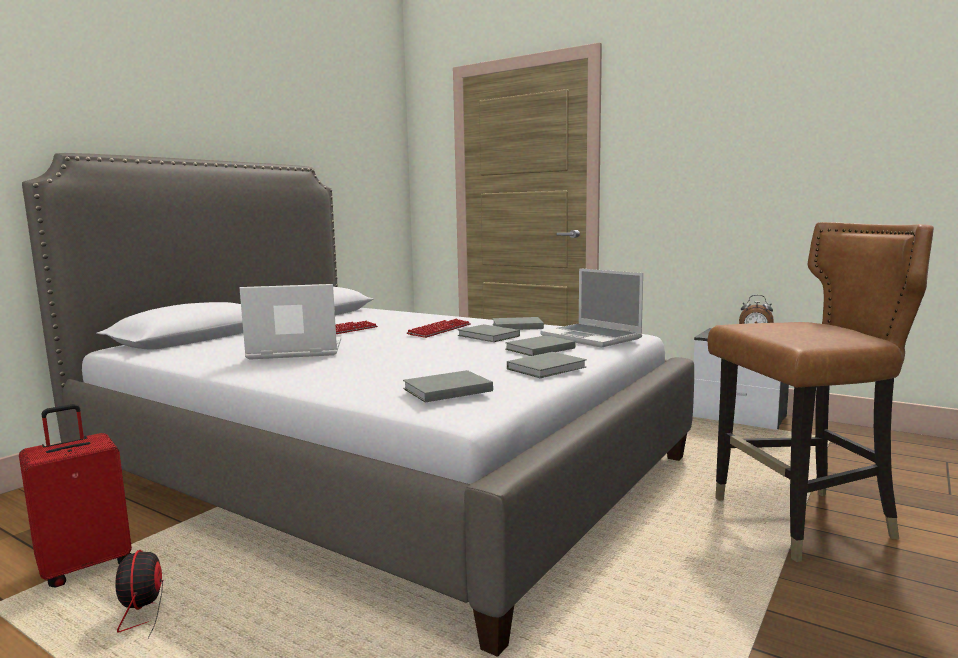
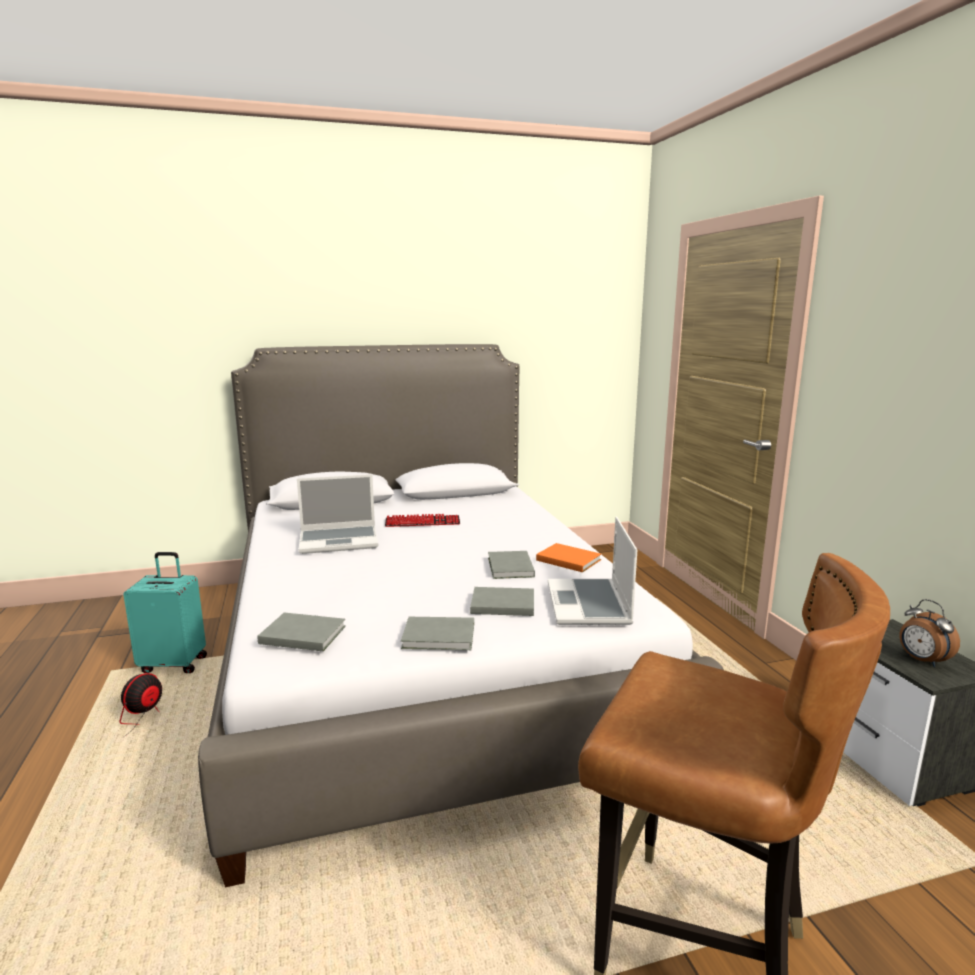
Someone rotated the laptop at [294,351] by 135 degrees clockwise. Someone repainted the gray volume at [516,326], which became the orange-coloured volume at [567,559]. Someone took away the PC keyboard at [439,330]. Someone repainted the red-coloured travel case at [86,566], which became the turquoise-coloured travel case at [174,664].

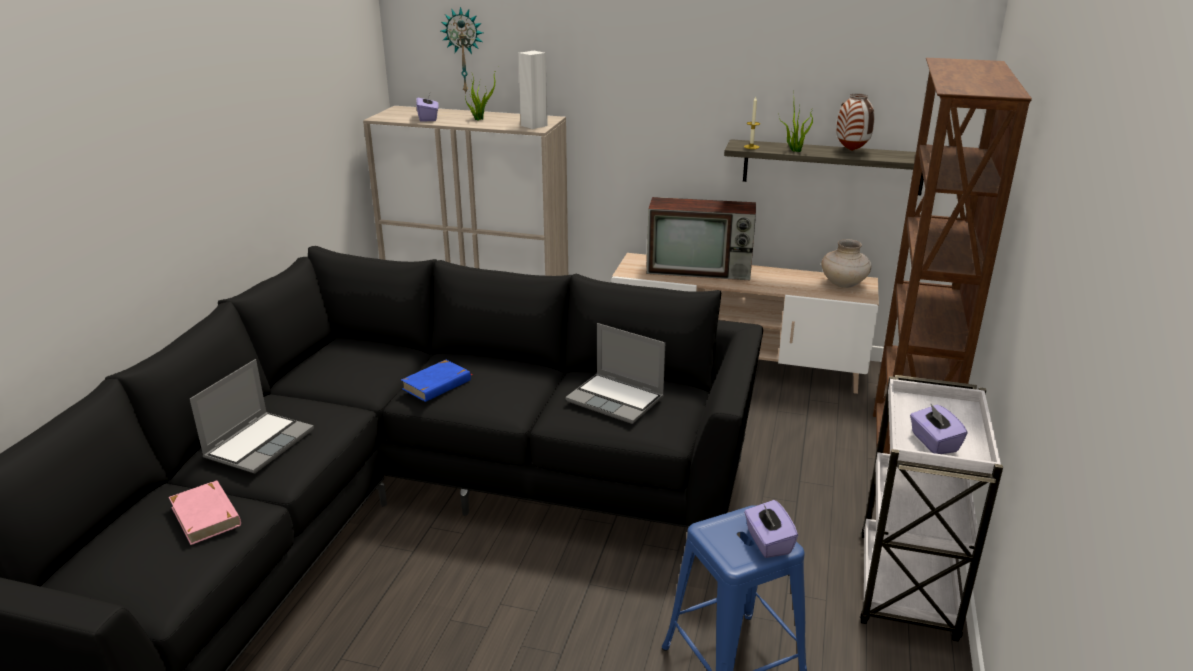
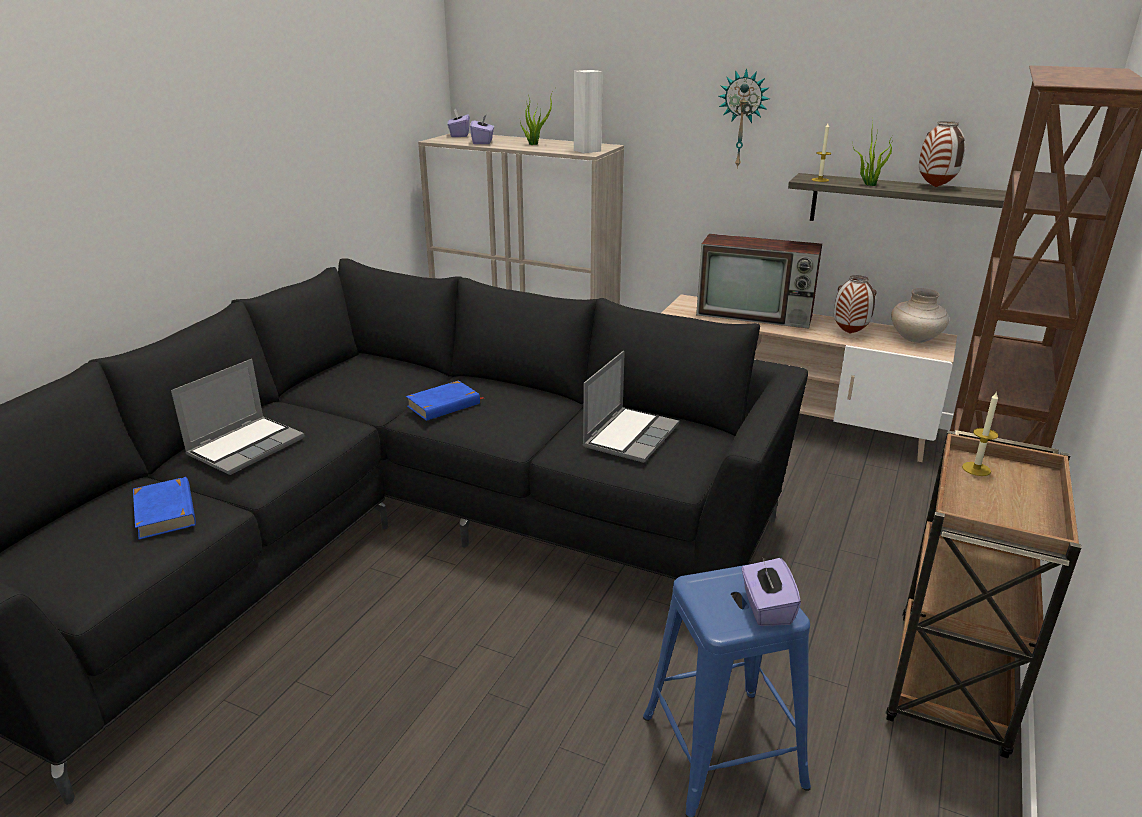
Someone carried the wall clock from [464,50] to [742,119]. Someone rotated the laptop at [616,400] by 105 degrees counterclockwise. Someone repainted the white-coloured trolley at [906,588], which became the brownish trolley at [949,685]. Someone carried the purple tissue holder from [933,443] to [459,135]. Someone repainted the pink volume at [206,516], which became the blue volume at [166,512]. Someone put down the flower vase at [849,333]. Someone put down the wax candle at [976,469].

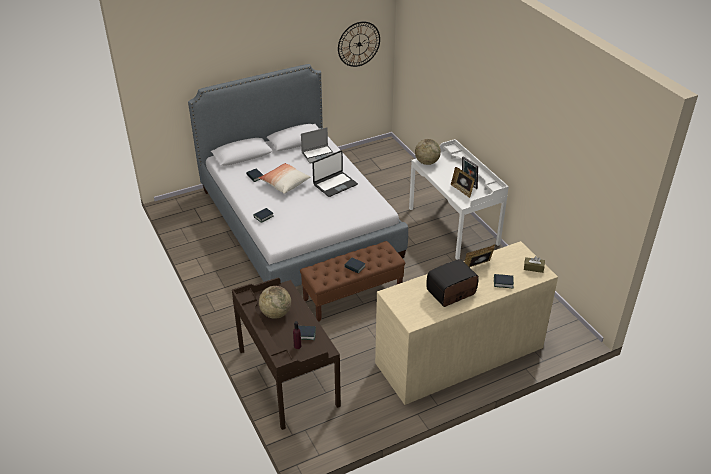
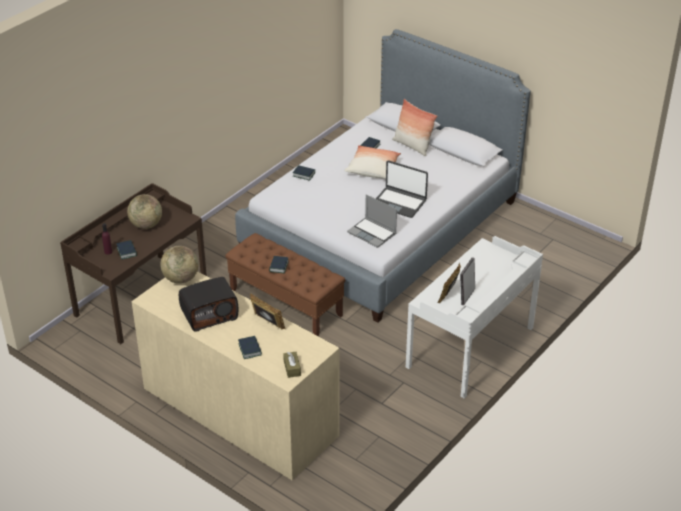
Someone took away the wall clock at [359,44]. Someone carried the laptop from [319,154] to [372,233]. Someone carried the world globe from [427,162] to [180,278]. Someone rotated the radio set at [451,293] by 120 degrees clockwise. Someone put down the cushion at [412,146].

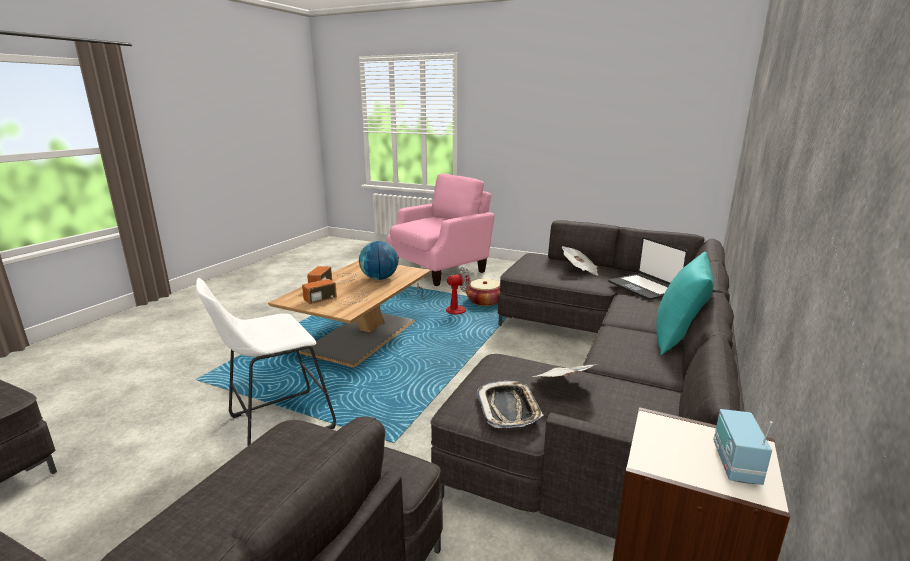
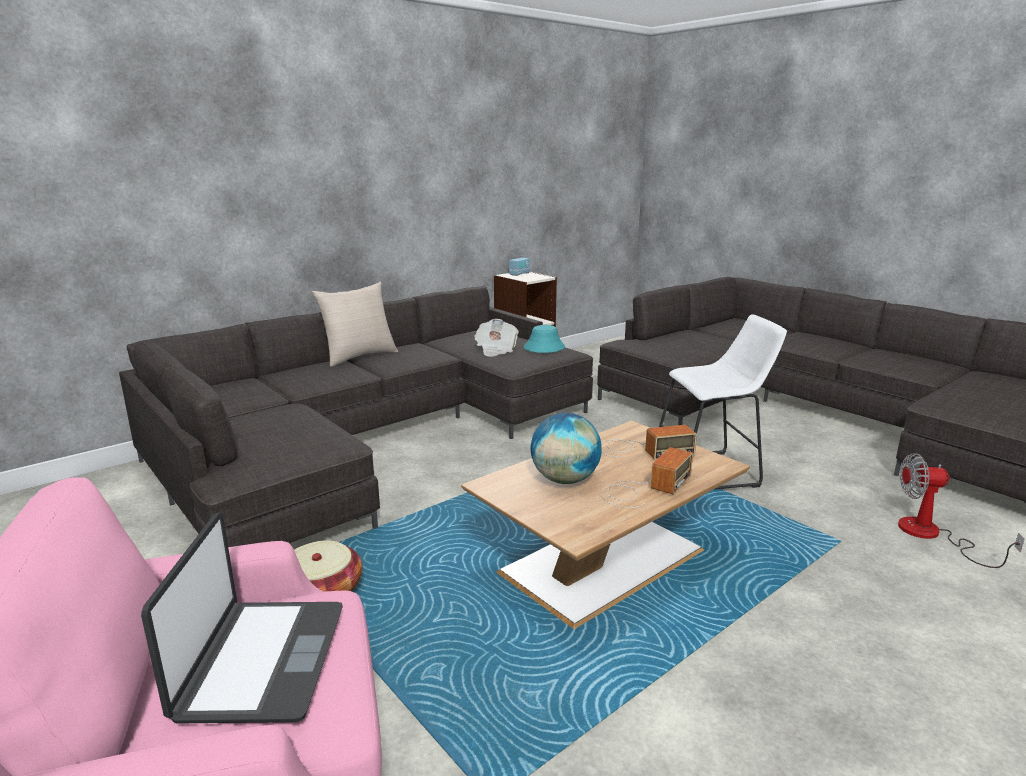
Someone carried the laptop from [644,287] to [261,661]. Someone took away the newspaper at [580,271]. Someone repainted the turquoise-coloured cushion at [677,338], which became the sand-coloured cushion at [359,356]. Someone carried the cooling fan from [449,309] to [932,535]. Someone swapped the carrying tray at [508,408] for the turquoise-coloured wearable hat at [544,347].

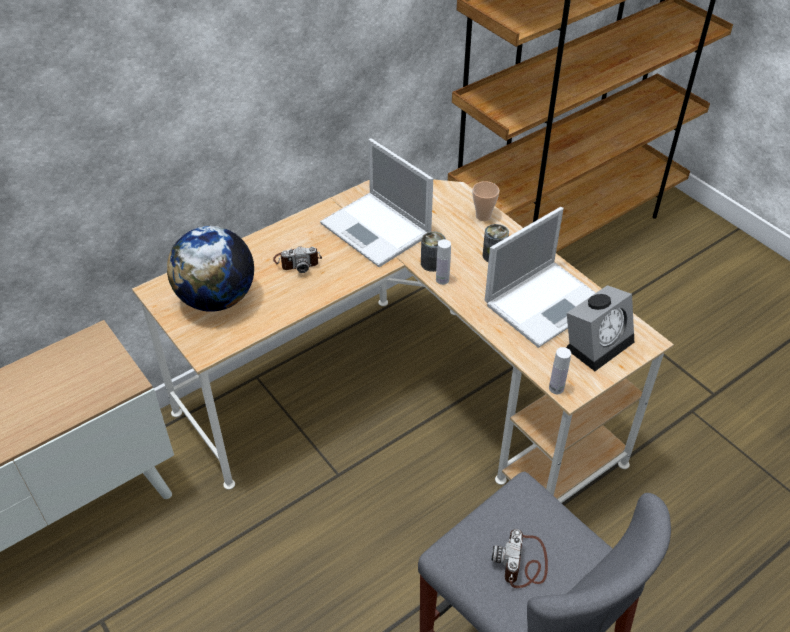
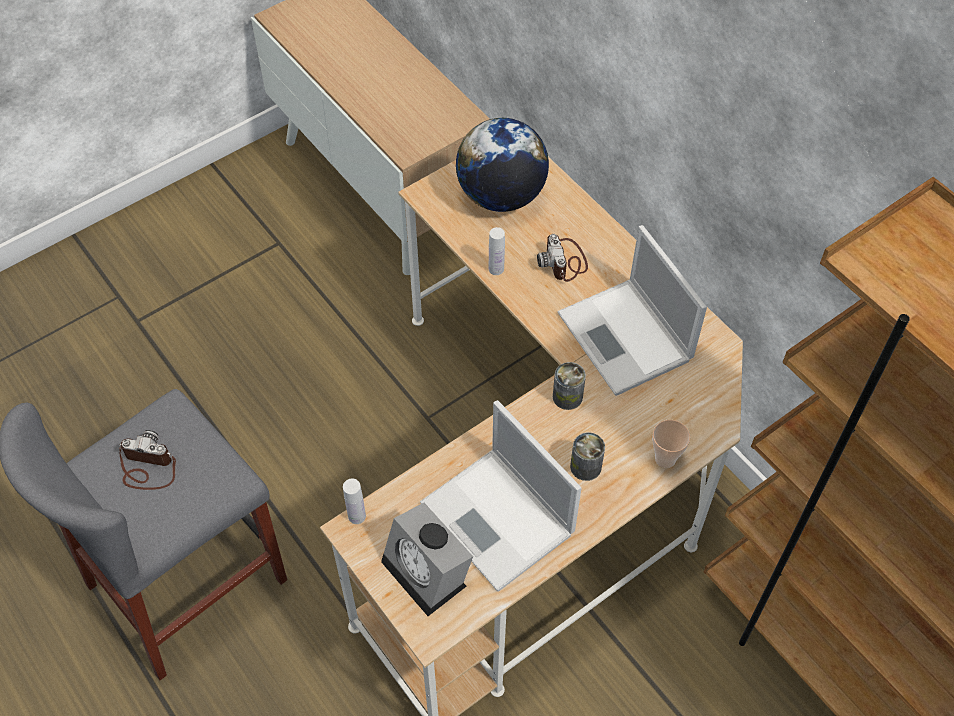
Someone rotated the laptop at [377,230] by 75 degrees counterclockwise. Someone carried the white-coloured bottle from [442,280] to [496,269].

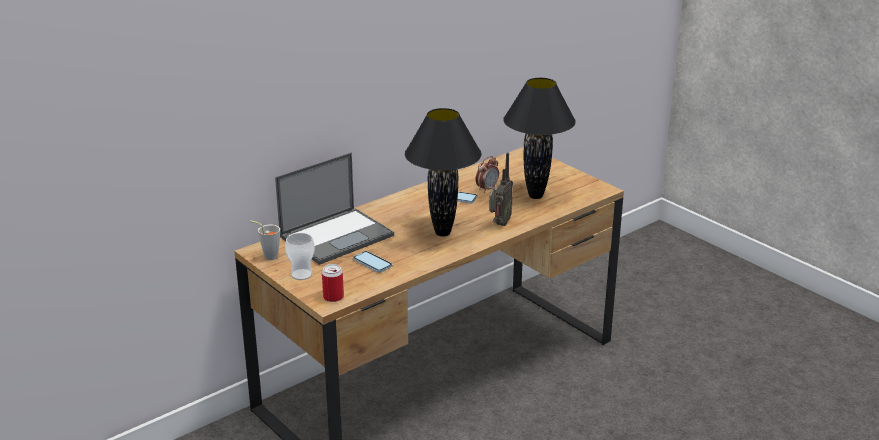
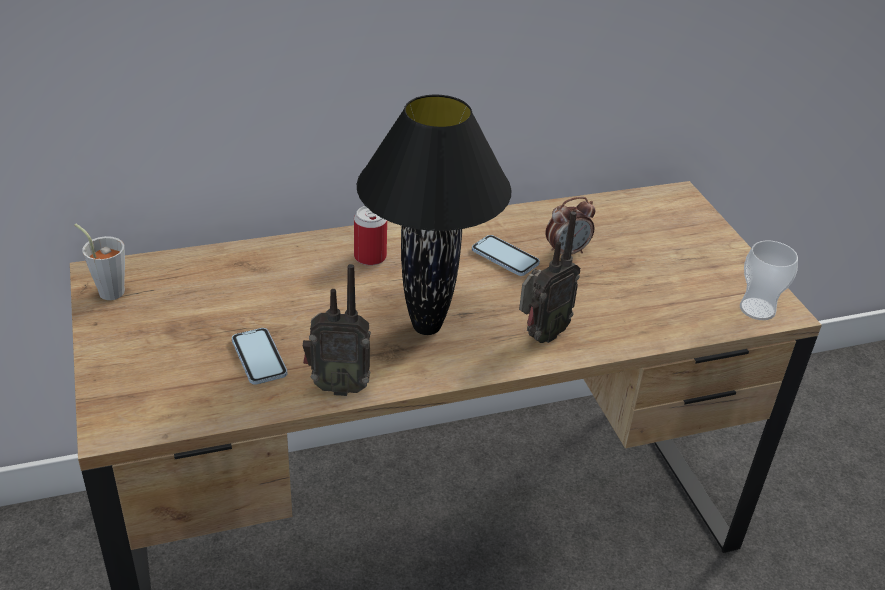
Someone took away the blackish table lamp at [536,196]. Someone took away the laptop at [337,235]. Someone carried the small cup from [301,275] to [757,309]. Someone carried the can from [333,297] to [370,257]. Someone put down the radio set at [338,386].

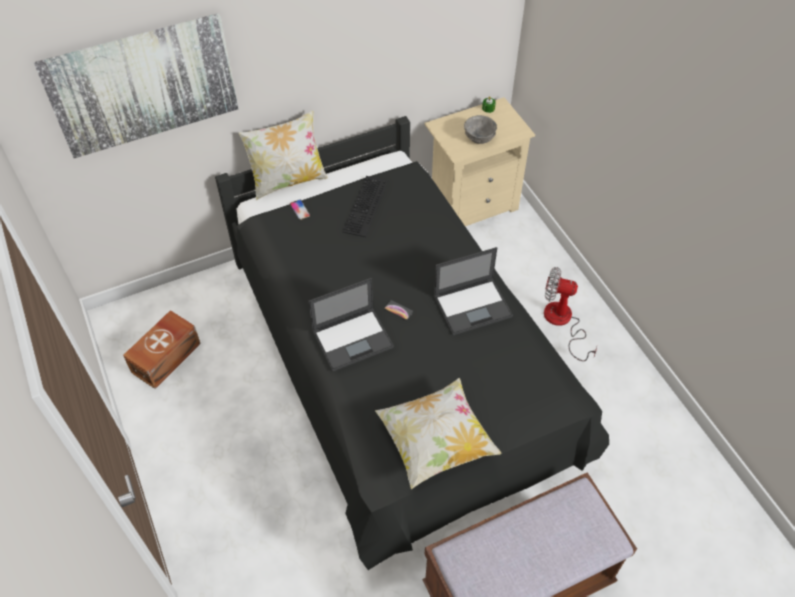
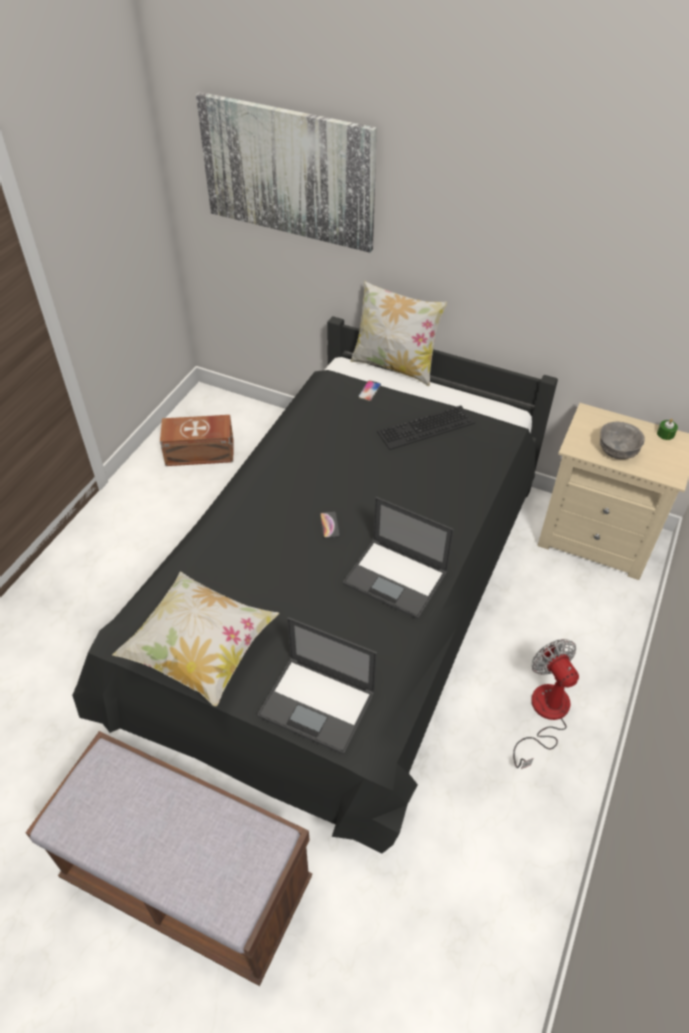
Someone carried the laptop from [353,338] to [318,704].

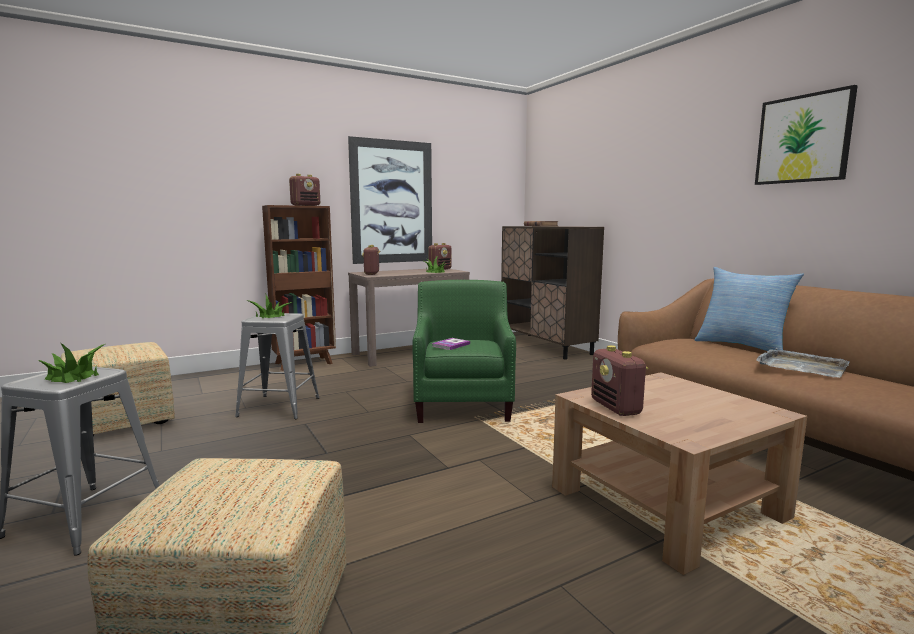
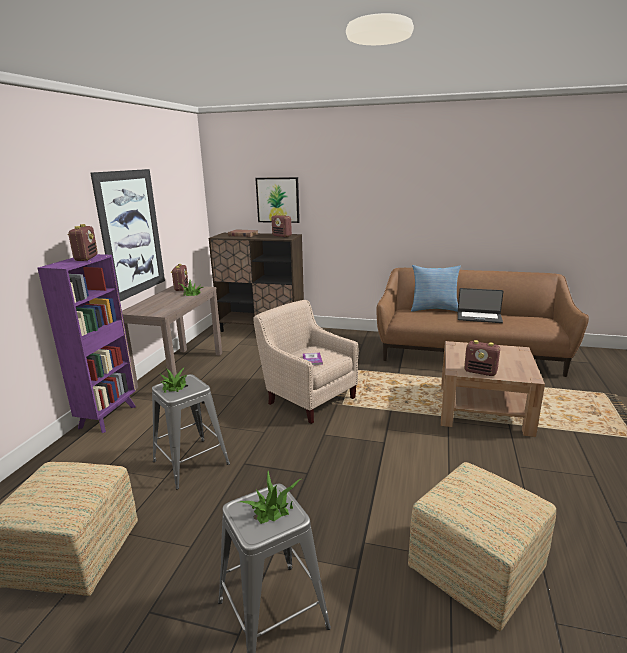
Someone carried the wall picture from [803,139] to [278,200]. Someone repainted the brownish bookshelf at [305,363], which became the purple bookshelf at [109,416]. Someone carried the radio set from [372,274] to [282,236]. Someone repainted the green easy chair at [464,405], which became the sand-coloured easy chair at [308,398]. Someone swapped the gray carrying tray at [801,366] for the laptop at [479,317].

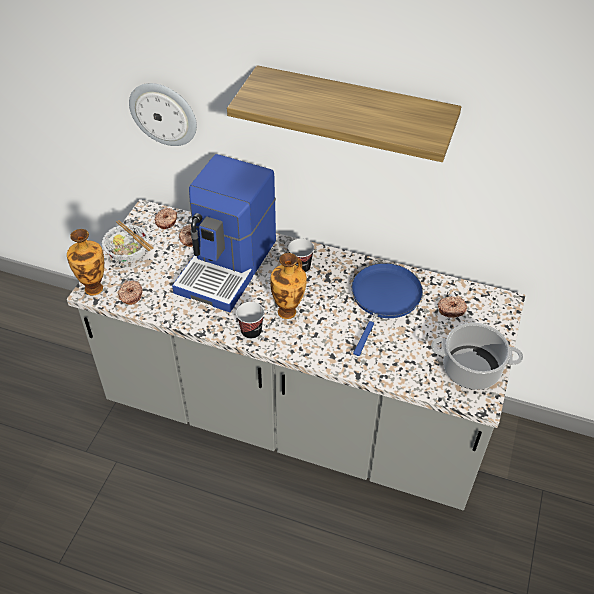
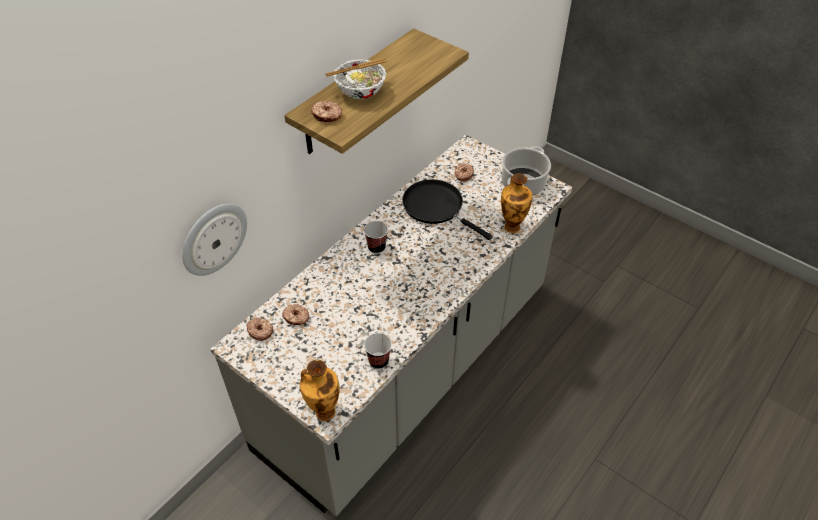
Someone took away the coffee machine at [228,265]. Someone carried the deep dish from [129,253] to [360,92]. Someone carried the flower vase from [288,311] to [512,226]. Someone repainted the blue pan at [384,299], which became the blackish pan at [436,207]. Someone carried the donut from [130,295] to [327,116]. Someone carried the small cup from [251,332] to [378,361].

